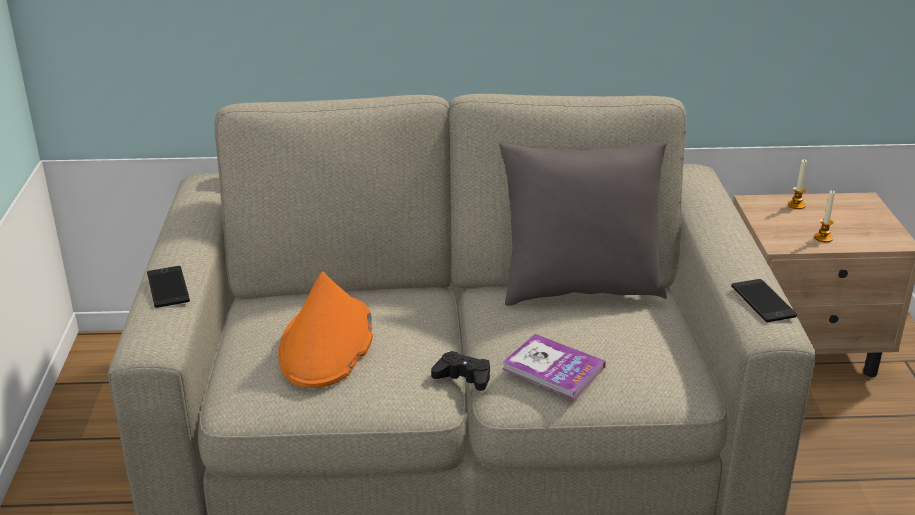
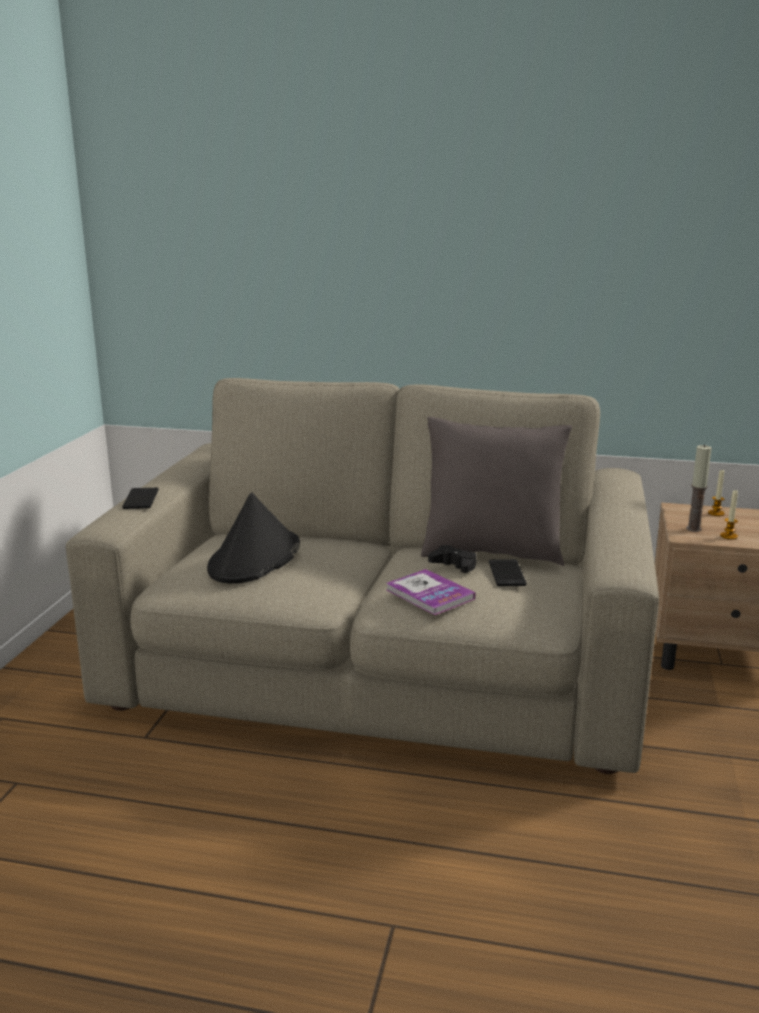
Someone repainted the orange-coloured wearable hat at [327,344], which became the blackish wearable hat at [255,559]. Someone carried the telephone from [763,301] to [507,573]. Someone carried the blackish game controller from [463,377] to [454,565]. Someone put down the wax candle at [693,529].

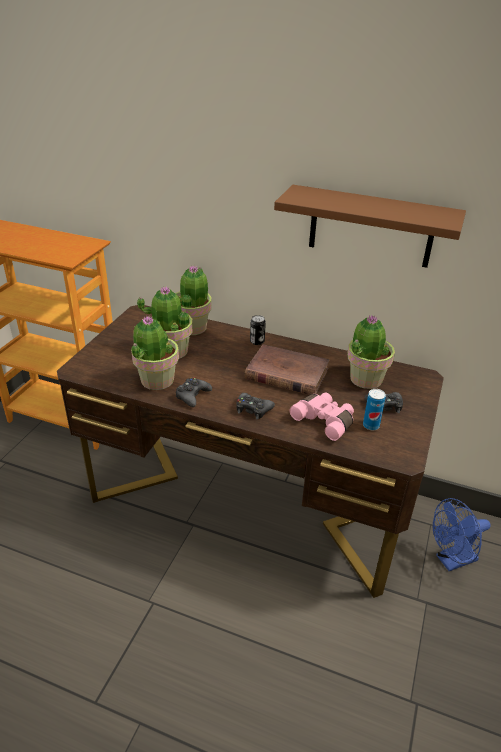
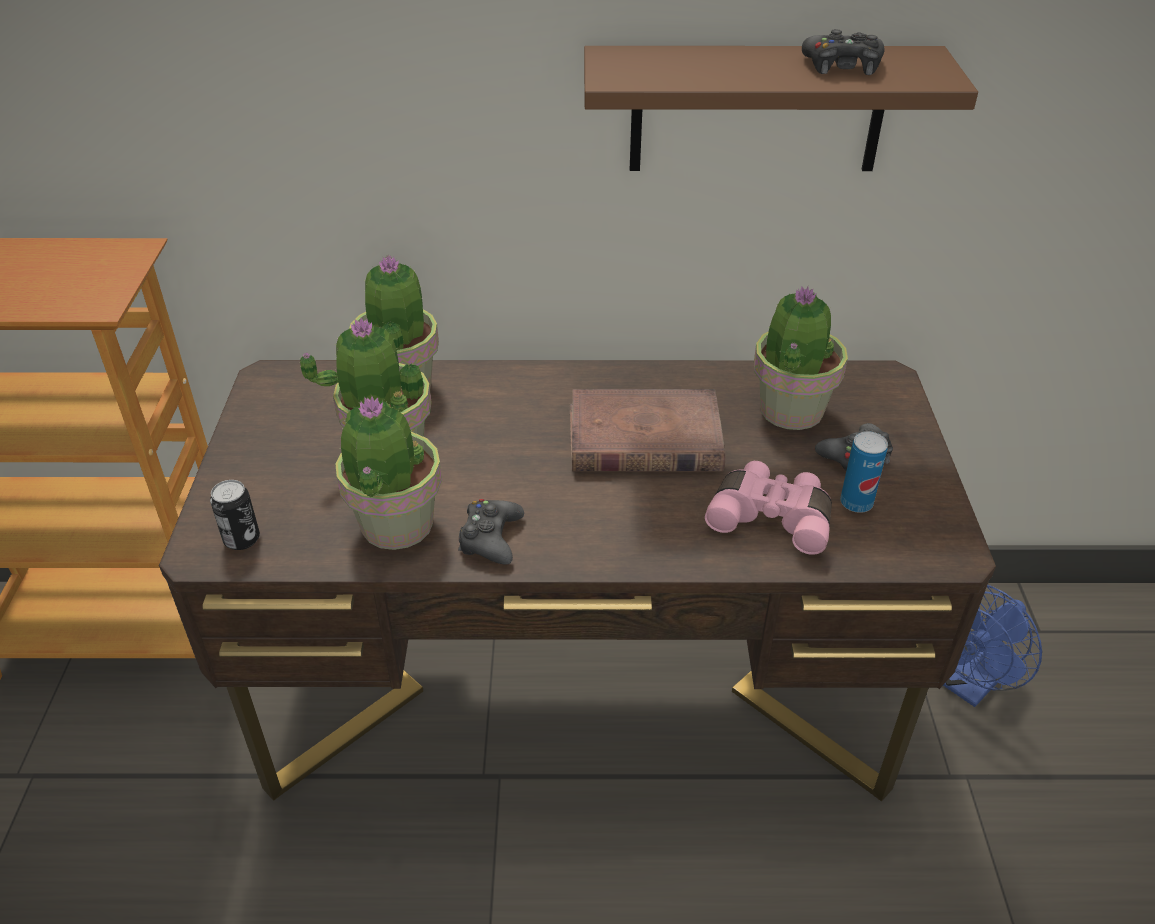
Someone carried the can from [257,341] to [242,539]. Someone carried the blackish game controller from [253,409] to [842,66].

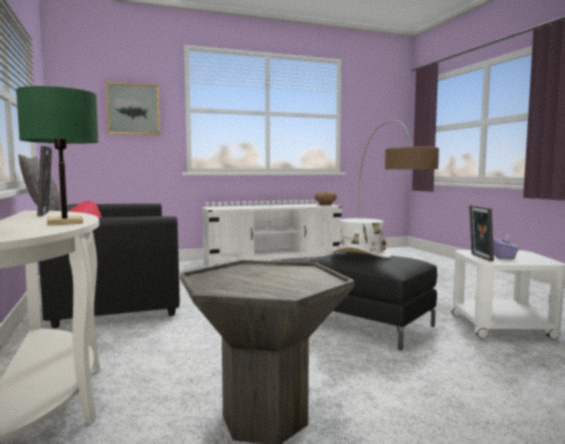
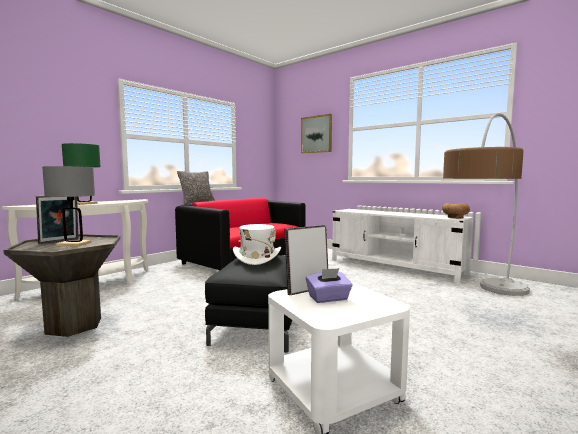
Someone carried the photo frame from [47,214] to [59,241]. Someone put down the gray table lamp at [73,244].

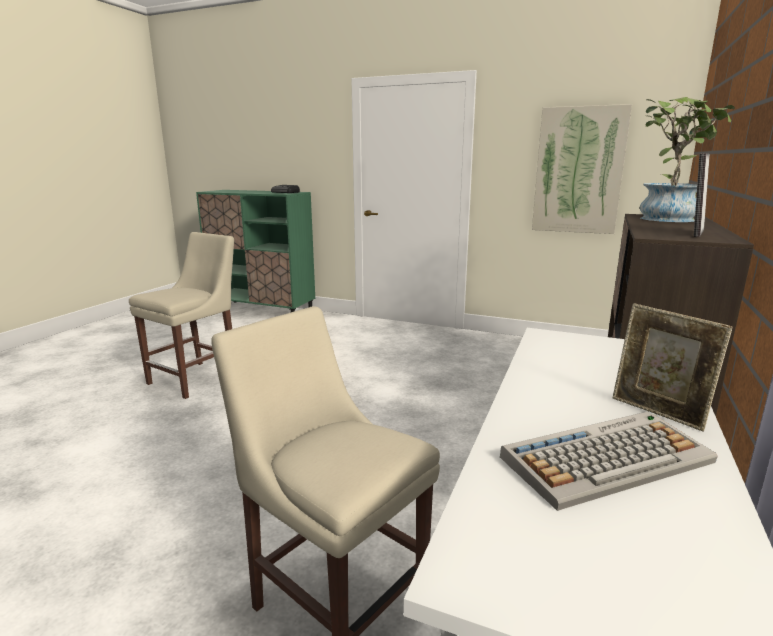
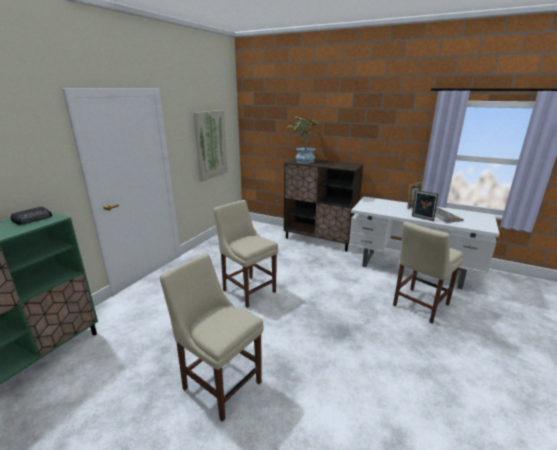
Someone carried the photo frame from [694,233] to [422,218]. Someone put down the sand-coloured upright chair at [247,290].

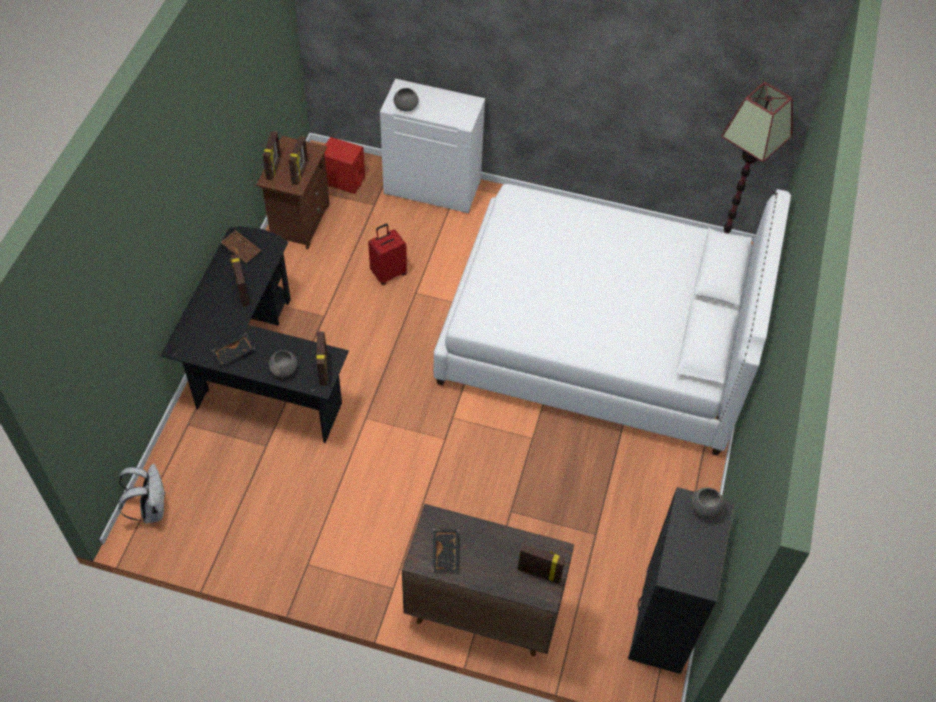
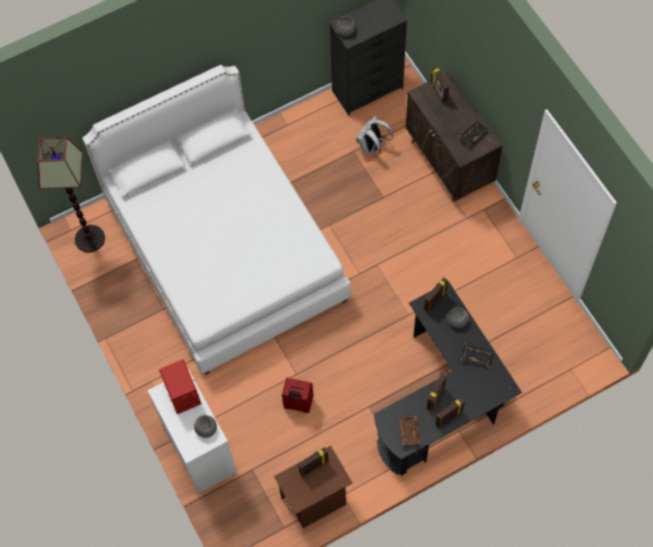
Someone carried the photo frame from [274,168] to [448,417]. Someone carried the red-coloured audio speaker from [343,181] to [183,394]. Someone carried the white-coloured rucksack from [151,509] to [372,147].

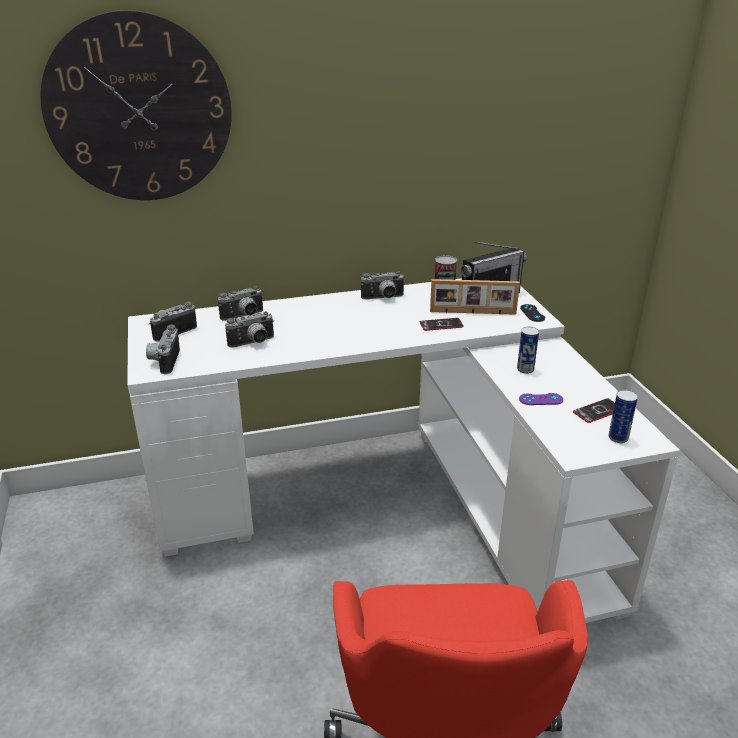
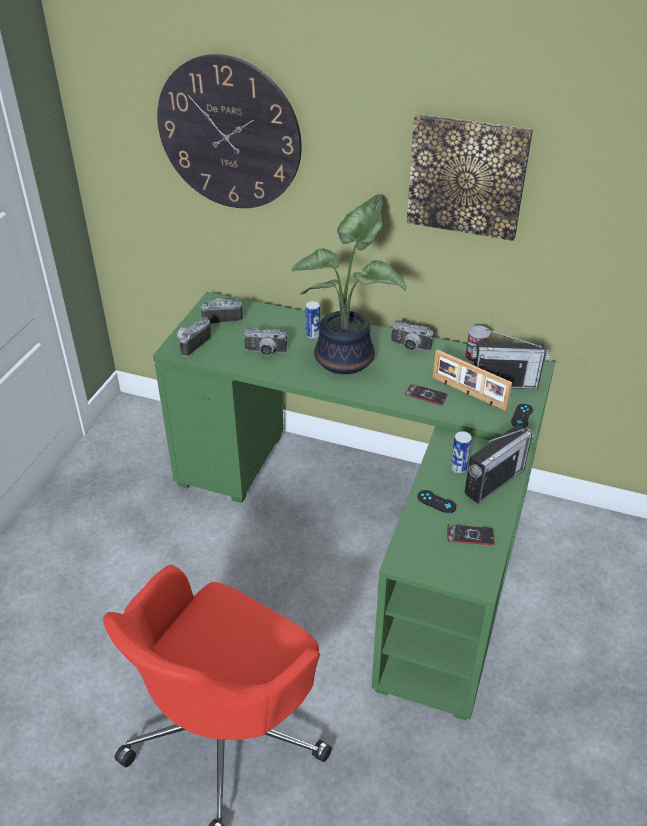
Someone repainted the white-coloured desk at [394,501], which became the green desk at [372,525]. Someone took away the photo camera at [244,316]. Someone carried the can from [618,438] to [313,335]. Someone repainted the purple game controller at [541,399], which became the blackish game controller at [436,502]. Someone put up the wall picture at [467,176]. Someone put down the houseplant at [348,358]. Someone put down the radio set at [494,481].

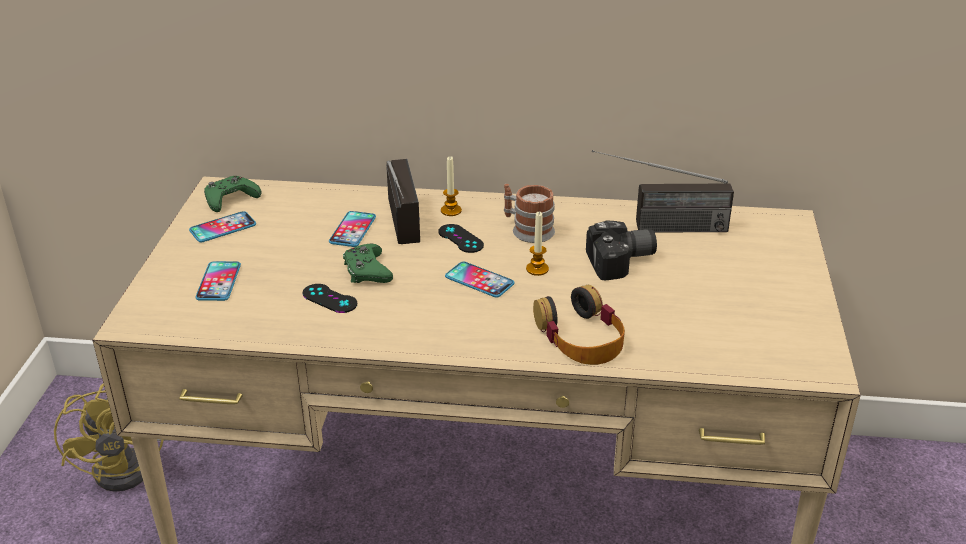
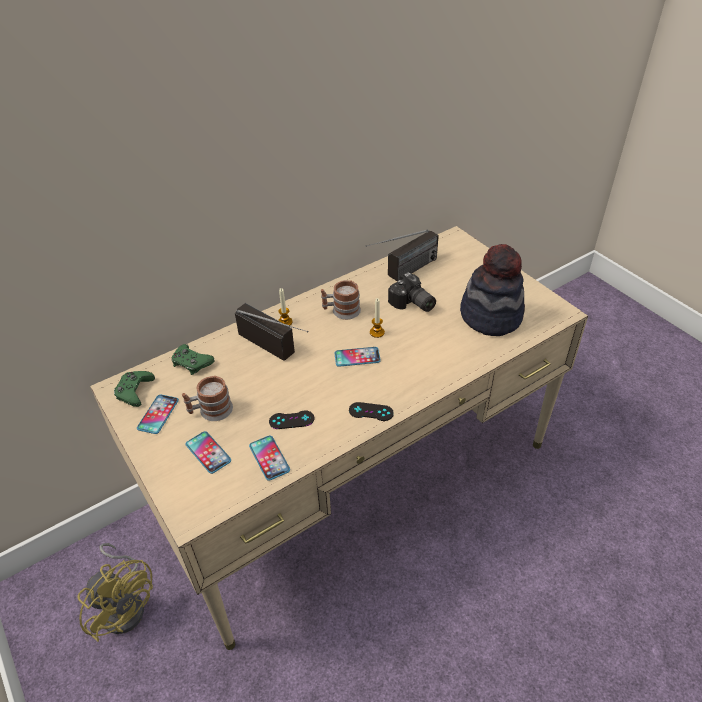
Someone carried the telephone from [352,230] to [269,458]. Someone rotated the photo camera at [622,263] by 105 degrees clockwise. Someone carried the blackish game controller from [460,239] to [371,412]. Someone carried the green game controller from [367,271] to [192,363]. Someone took away the headphones at [581,337]. Someone put down the wearable hat at [490,316]. Someone put down the tea mug at [210,411].

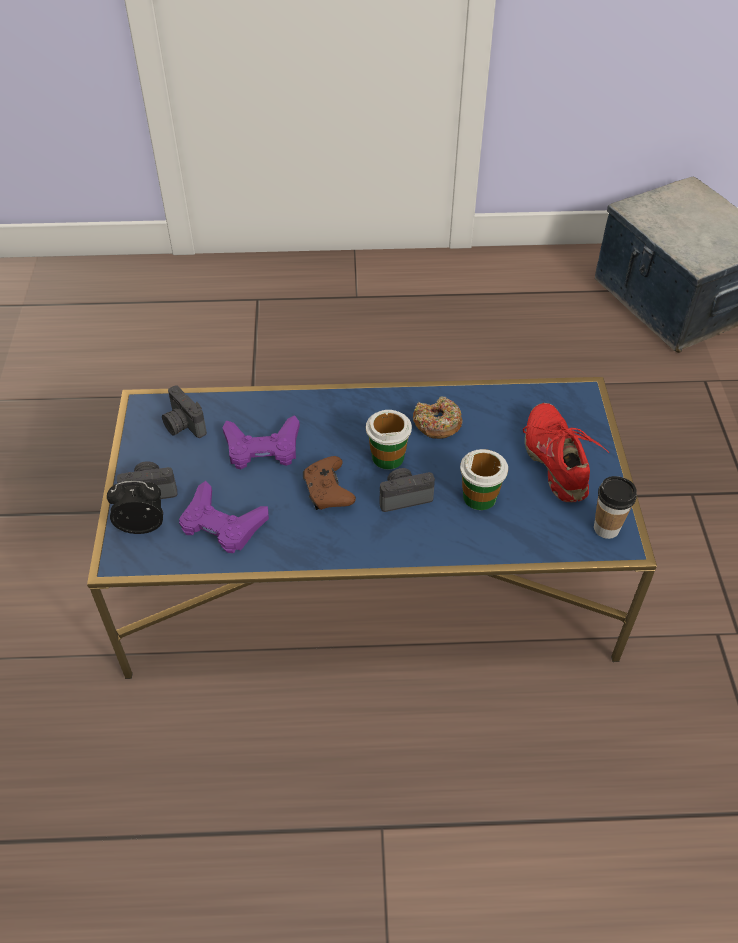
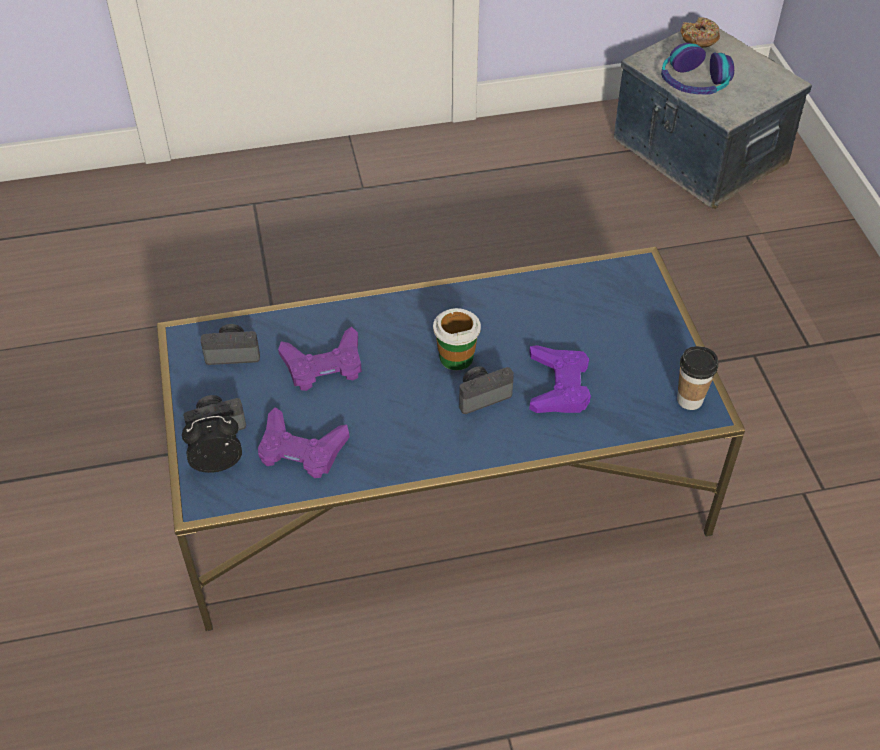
Someone rotated the photo camera at [183,425] by 135 degrees clockwise. Someone carried the donut from [437,424] to [699,38]. Someone took away the red-coloured low shoe at [556,460]. Someone swapped the small cup at [480,497] for the purple game controller at [558,386]. Someone took away the brownish game controller at [327,491]. Someone put down the headphones at [694,82].

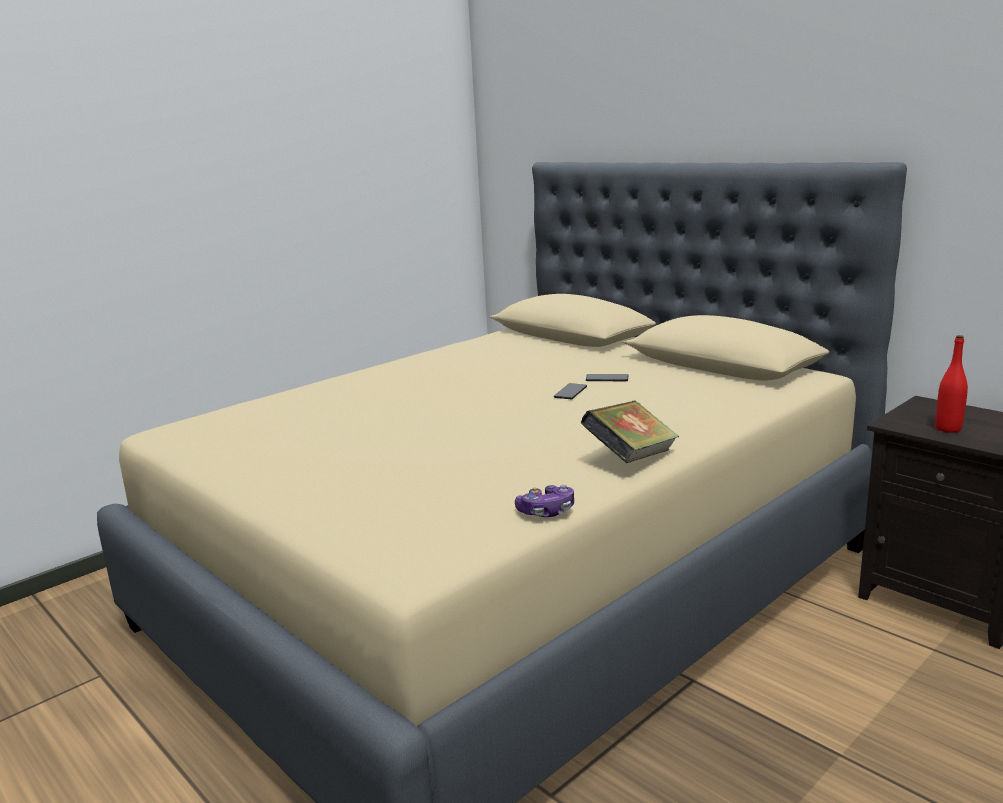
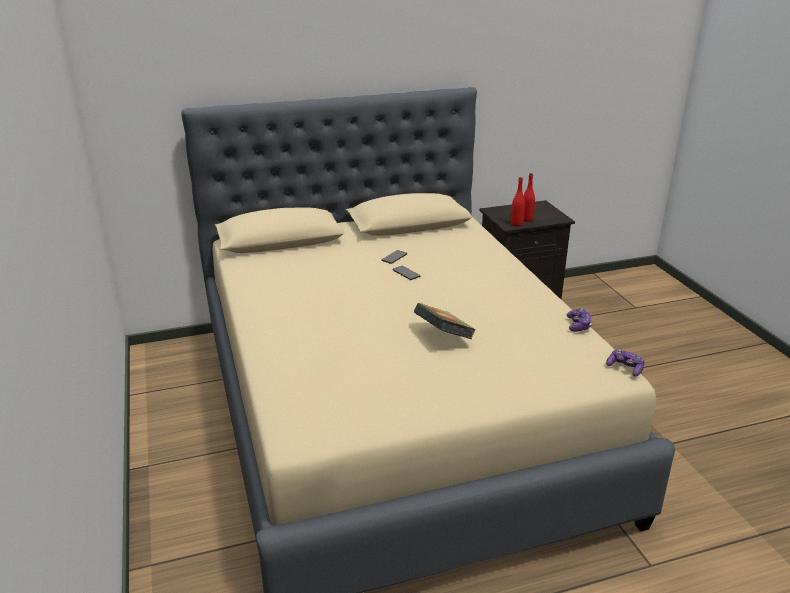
Someone carried the volume from [630,458] to [443,337]. Someone put down the red-coloured bottle at [516,224]. Someone put down the game controller at [625,368].

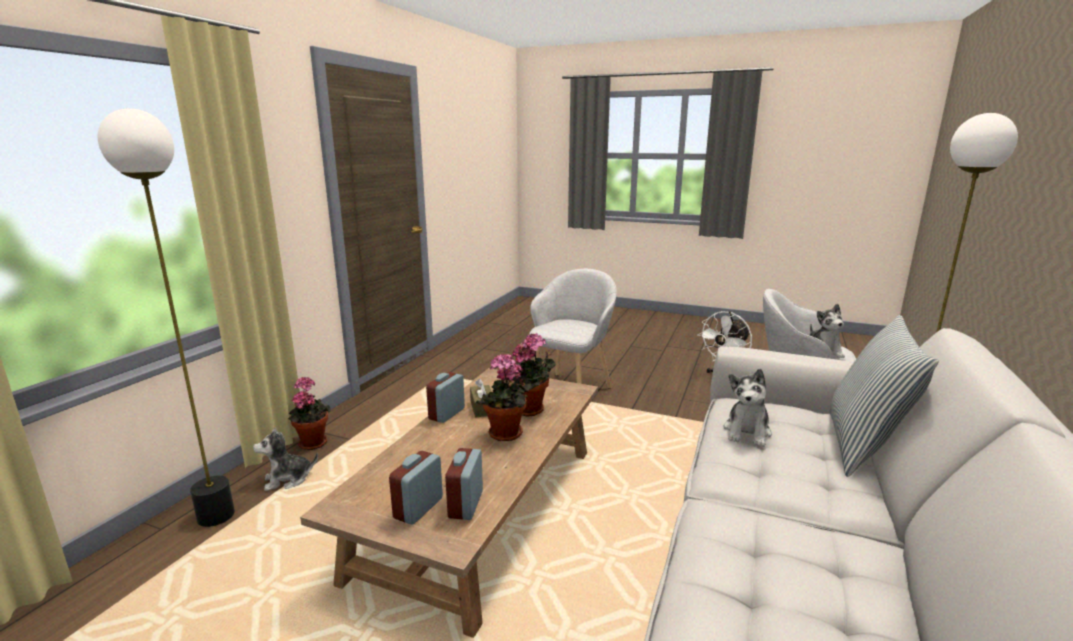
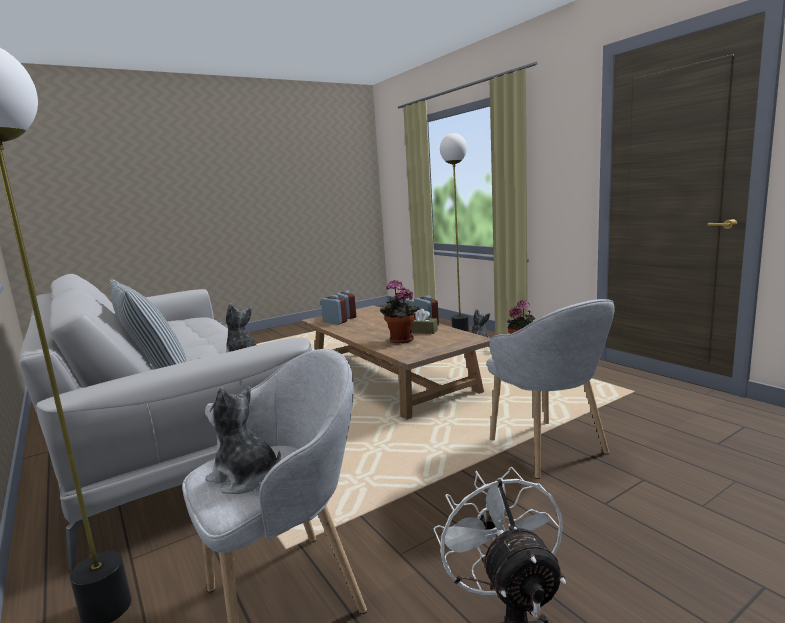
Someone took away the houseplant at [505,435].

